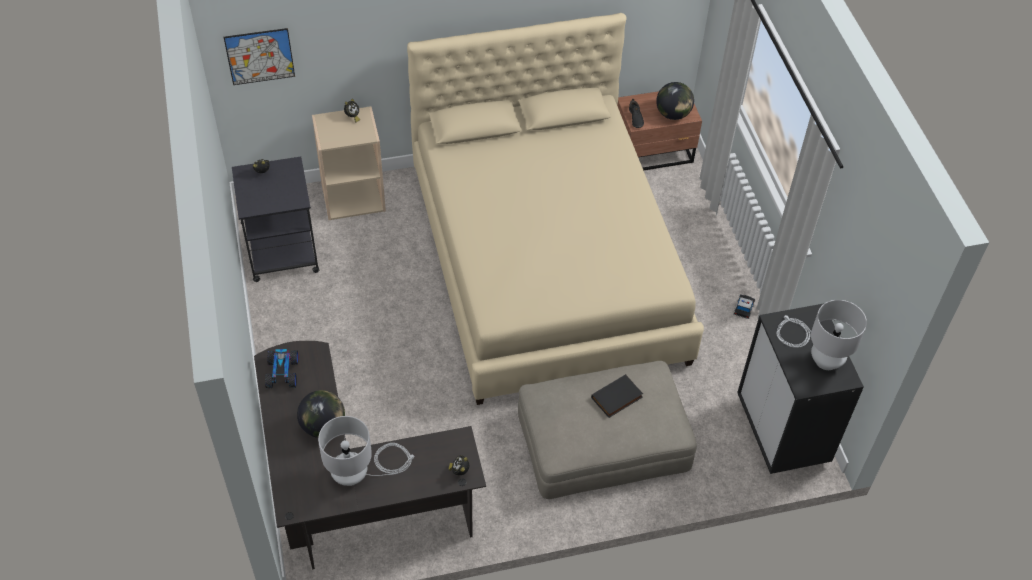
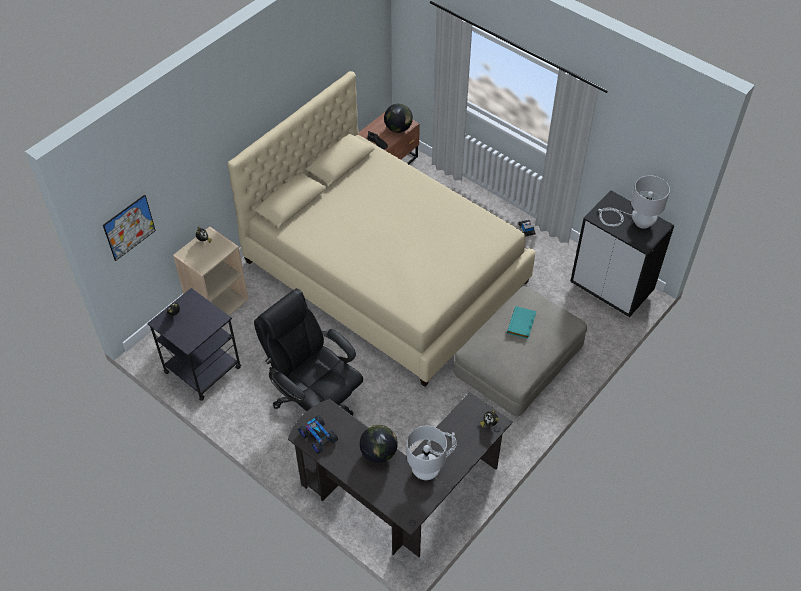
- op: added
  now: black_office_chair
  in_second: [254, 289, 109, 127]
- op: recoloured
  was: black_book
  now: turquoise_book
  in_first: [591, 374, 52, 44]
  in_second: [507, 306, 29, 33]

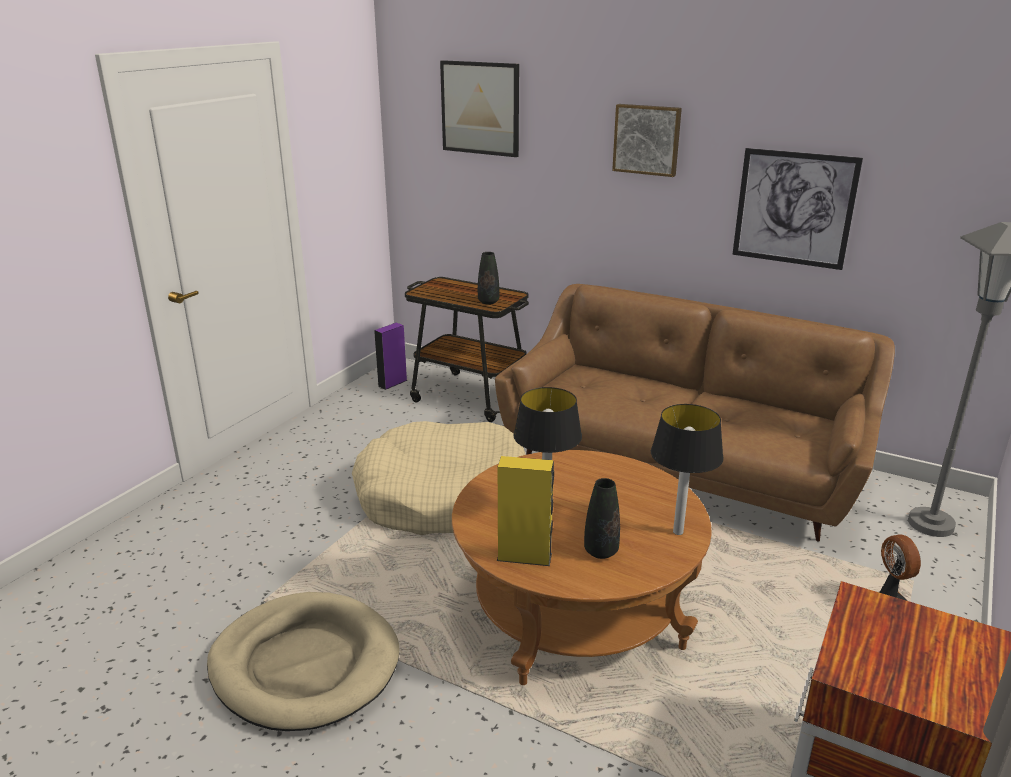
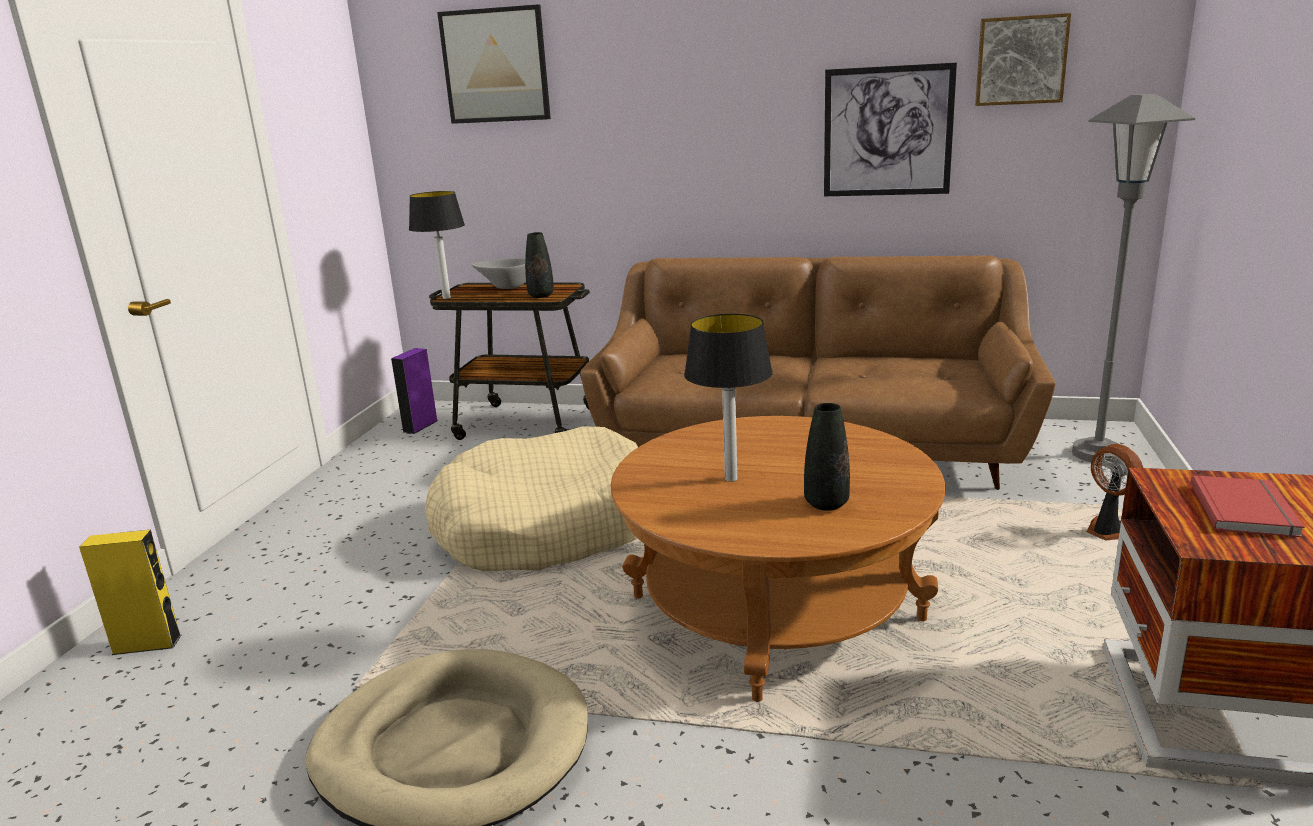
- op: added
  now: grey_bowl
  in_second: [471, 258, 55, 31]
- op: added
  now: red_book
  in_second: [1191, 475, 114, 62]
- op: moved
  was: yellow_speaker
  in_first: [497, 456, 57, 110]
  in_second: [79, 530, 102, 125]
- op: moved
  was: picture
  in_first: [612, 104, 70, 73]
  in_second: [975, 13, 96, 93]
- op: moved
  was: table_lamp
  in_first: [651, 404, 73, 131]
  in_second: [409, 191, 56, 108]

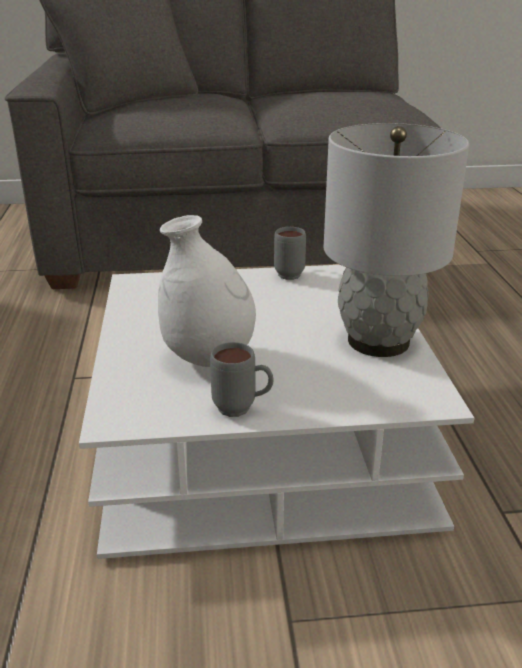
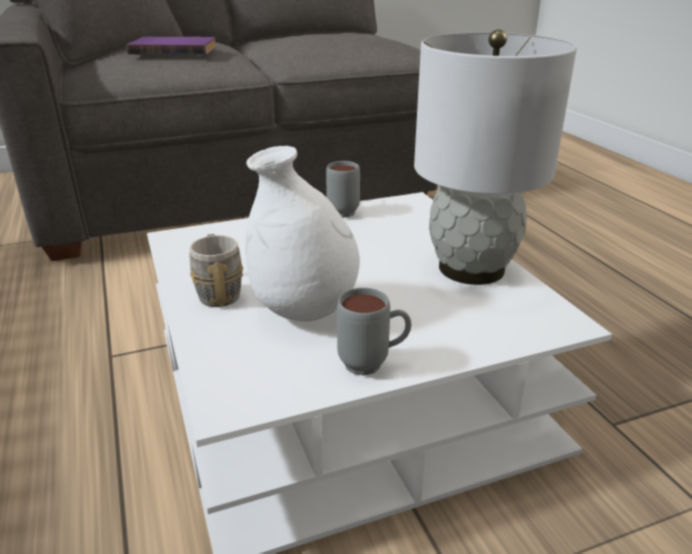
- op: added
  now: purple_book
  in_second: [126, 37, 91, 18]
- op: added
  now: grey_mug
  in_second: [190, 234, 53, 73]

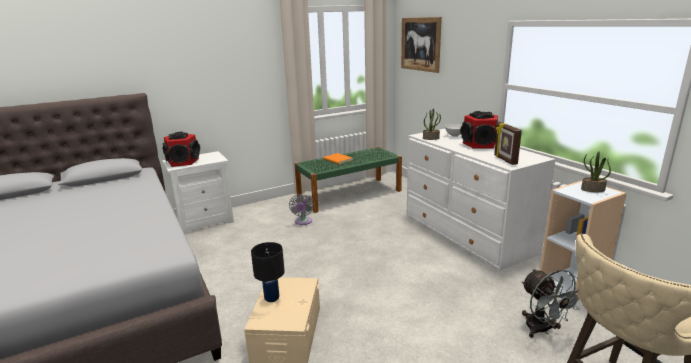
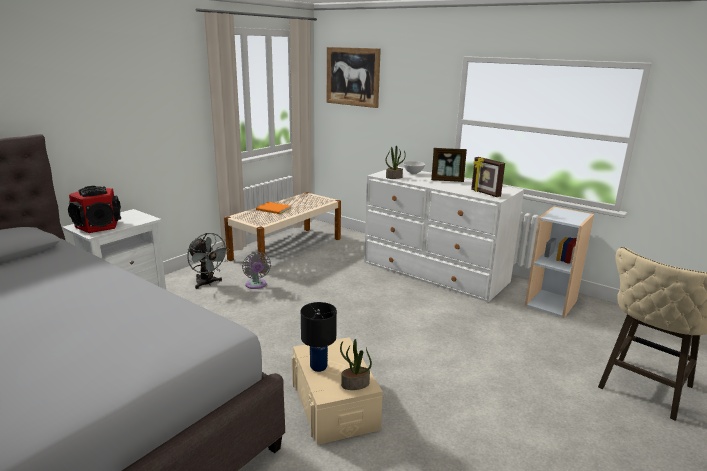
- op: moved
  was: grey_fan
  in_first: [522, 269, 59, 69]
  in_second: [187, 233, 43, 56]
- op: moved
  was: potted_plant
  in_first: [581, 151, 30, 41]
  in_second: [340, 339, 32, 51]
- op: replaced
  was: speaker
  now: picture_frame
  in_first: [460, 111, 41, 37]
  in_second: [431, 148, 36, 34]
- op: recoloured
  was: green_bench
  now: beige_bench
  in_first: [294, 147, 108, 66]
  in_second: [224, 192, 117, 82]

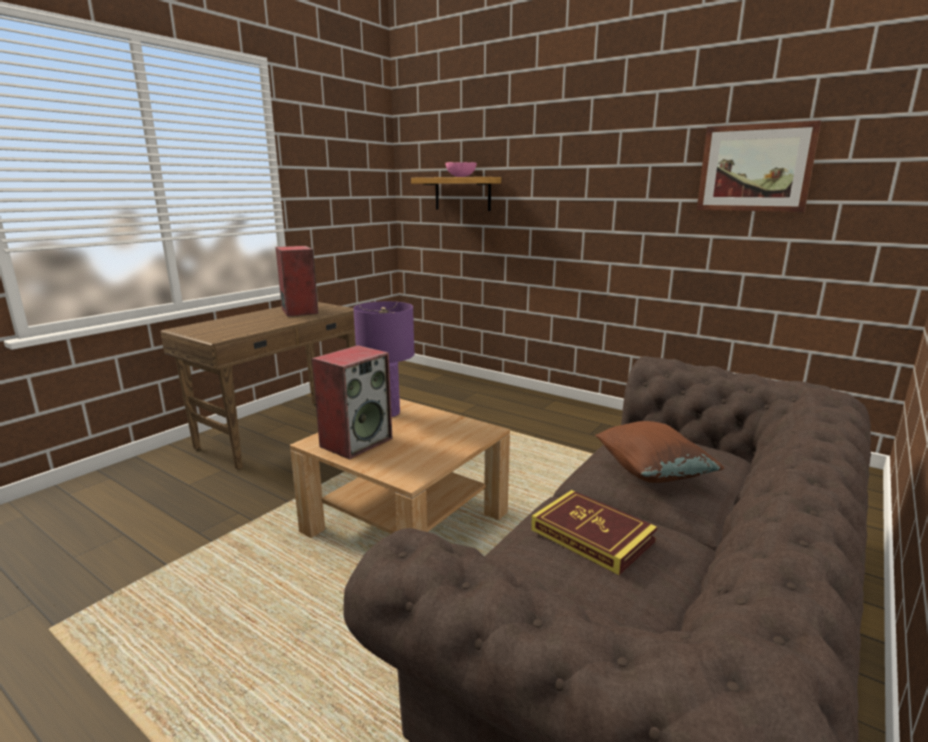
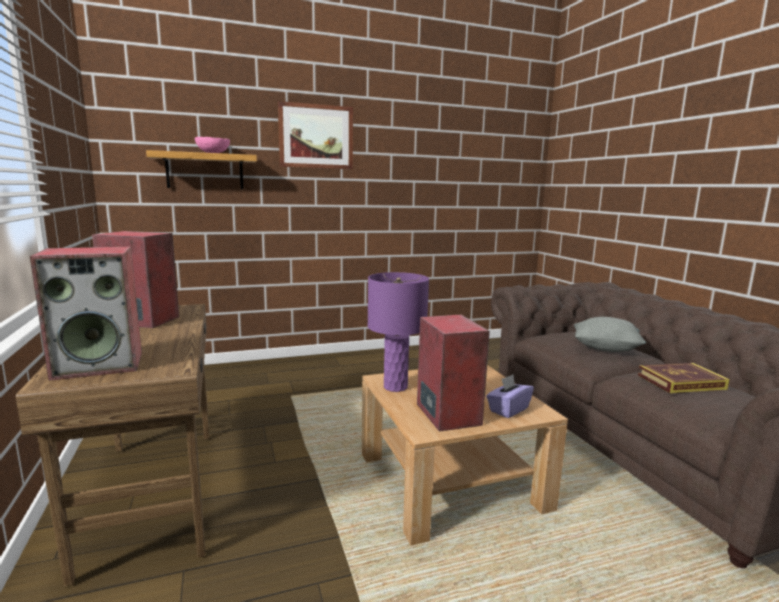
- op: added
  now: speaker
  in_second: [30, 247, 112, 134]
- op: added
  now: purple_tissue_box
  in_second: [486, 375, 48, 43]
- op: moved
  was: picture
  in_first: [697, 120, 124, 92]
  in_second: [278, 101, 75, 68]
- op: recoloured
  was: brown_pillow
  now: grey_pillow
  in_first: [595, 421, 129, 62]
  in_second: [574, 317, 72, 35]

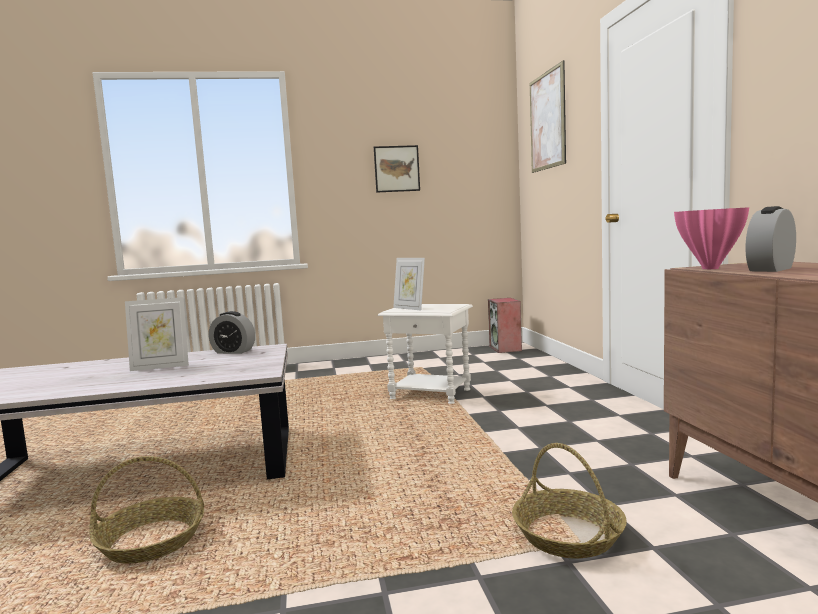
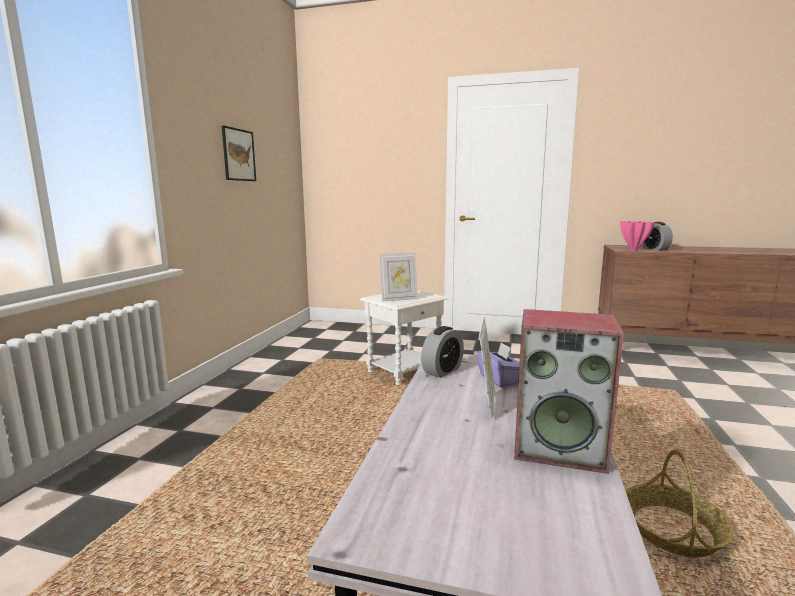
- op: removed
  was: basket
  in_first: [512, 443, 115, 115]
- op: removed
  was: picture
  in_first: [530, 60, 36, 113]
- op: added
  now: purple_tissue_box
  in_second: [477, 342, 43, 46]
- op: moved
  was: speaker
  in_first: [488, 298, 34, 55]
  in_second: [514, 309, 110, 165]

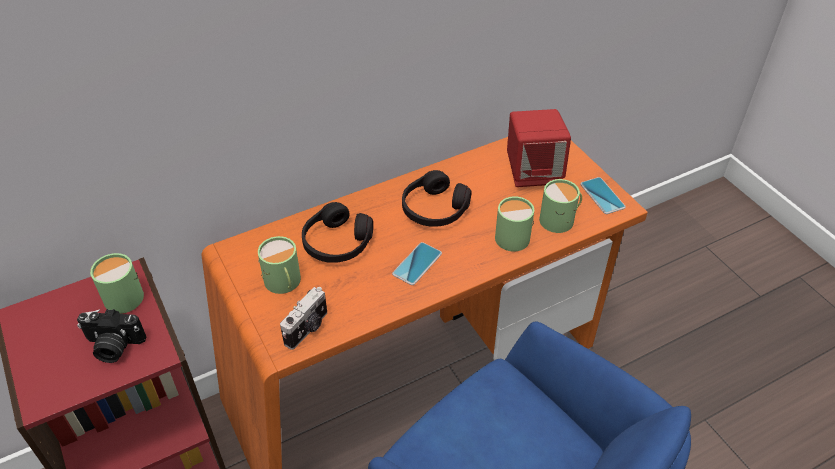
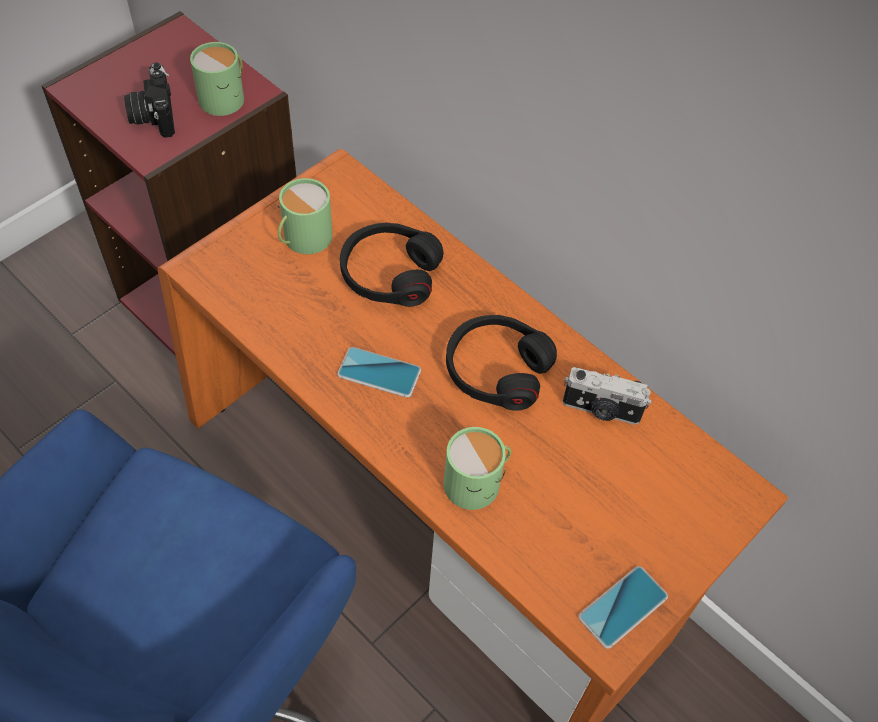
- op: removed
  was: red_speaker
  in_first: [507, 109, 64, 78]
- op: removed
  was: green_mug
  in_first: [539, 179, 43, 54]
- op: moved
  was: photo_camera
  in_first: [280, 287, 47, 63]
  in_second: [562, 367, 89, 58]

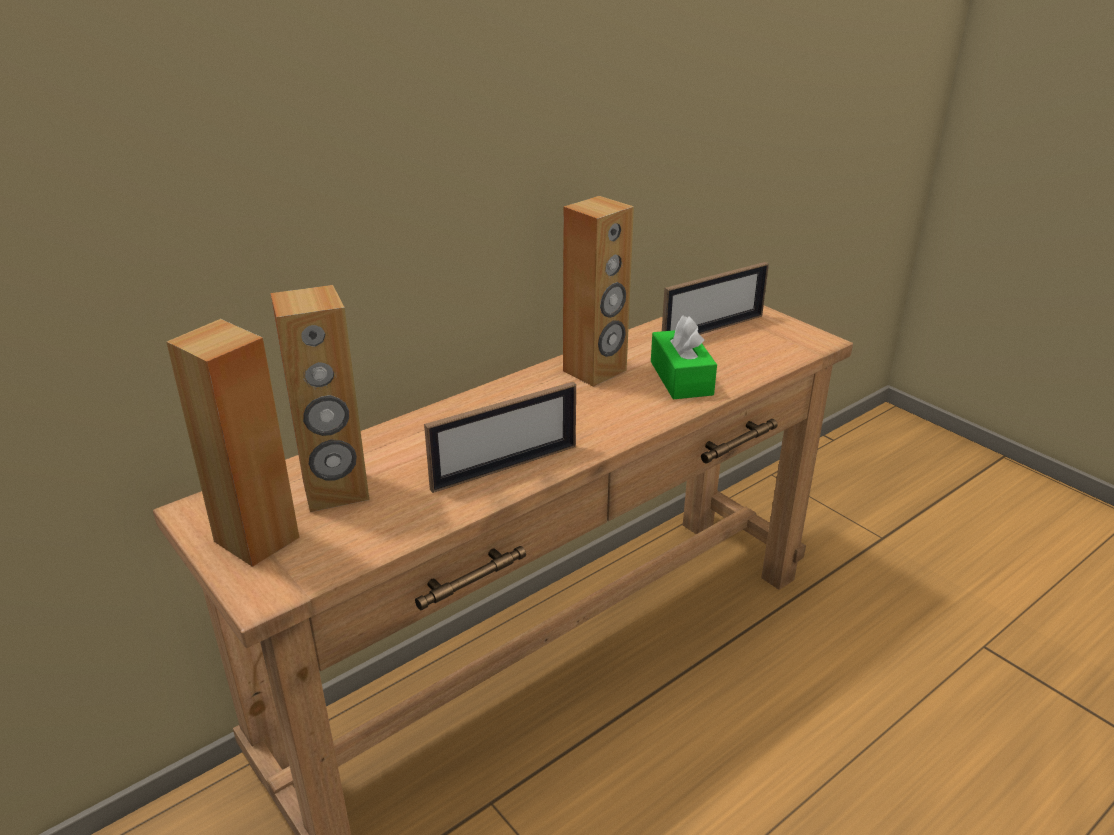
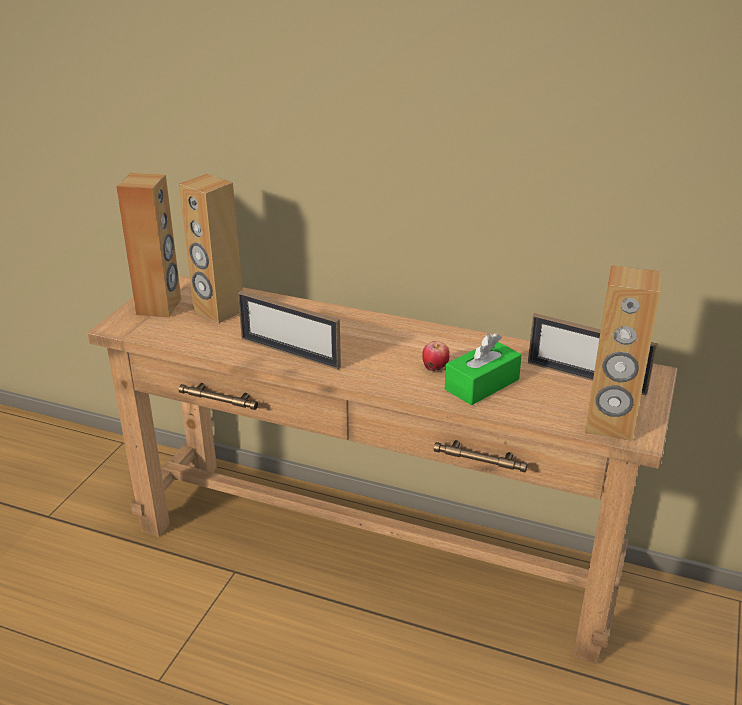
- op: added
  now: apple
  in_second: [422, 341, 27, 30]
- op: moved
  was: brown_speaker
  in_first: [563, 196, 71, 191]
  in_second: [585, 265, 76, 176]

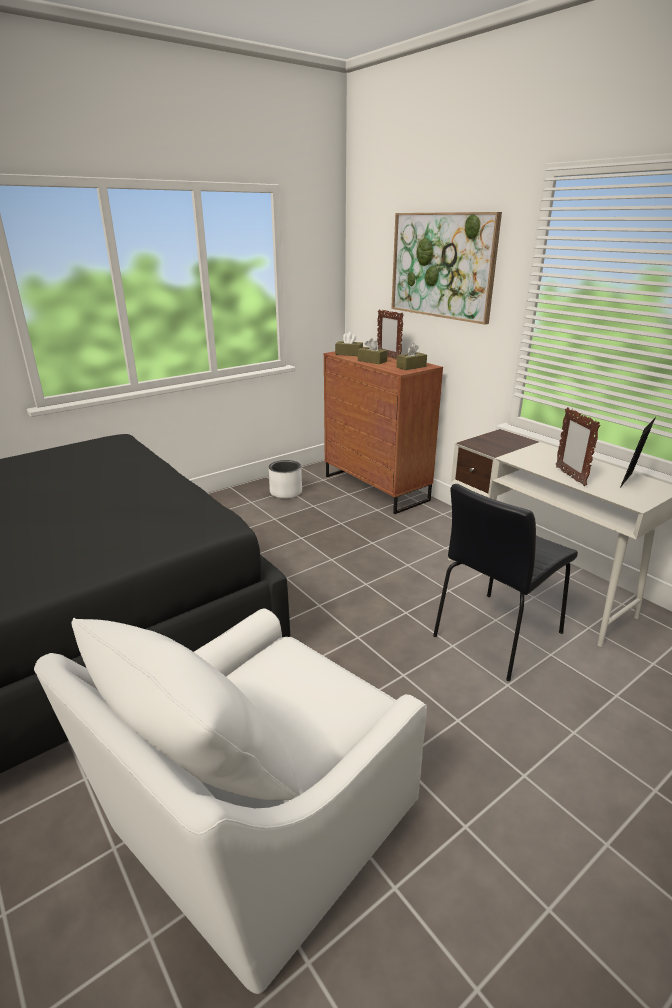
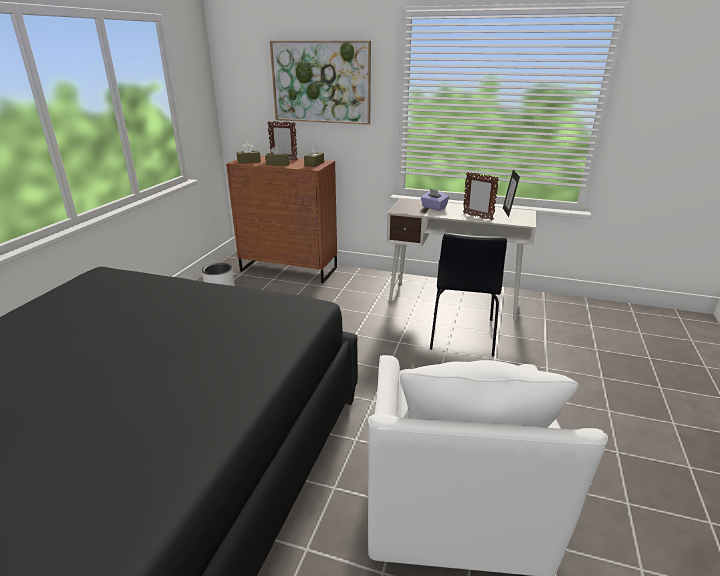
- op: added
  now: purple_tissue_box
  in_second: [421, 189, 28, 22]

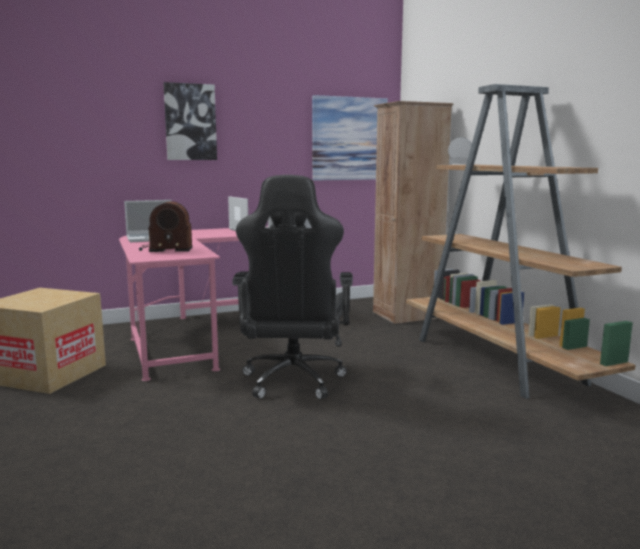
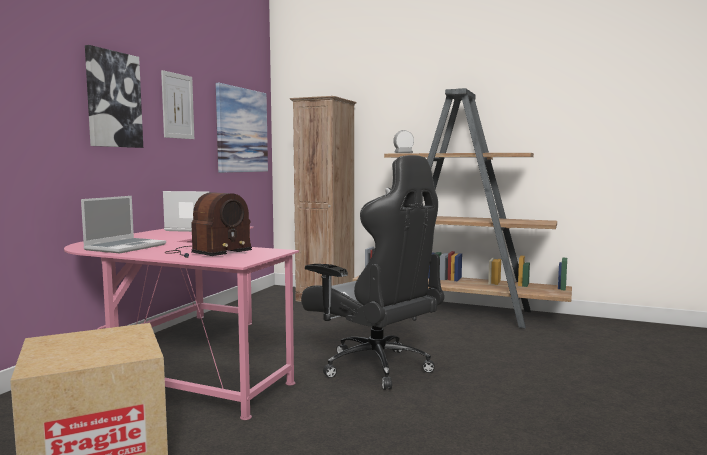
- op: added
  now: picture
  in_second: [161, 70, 33, 69]

